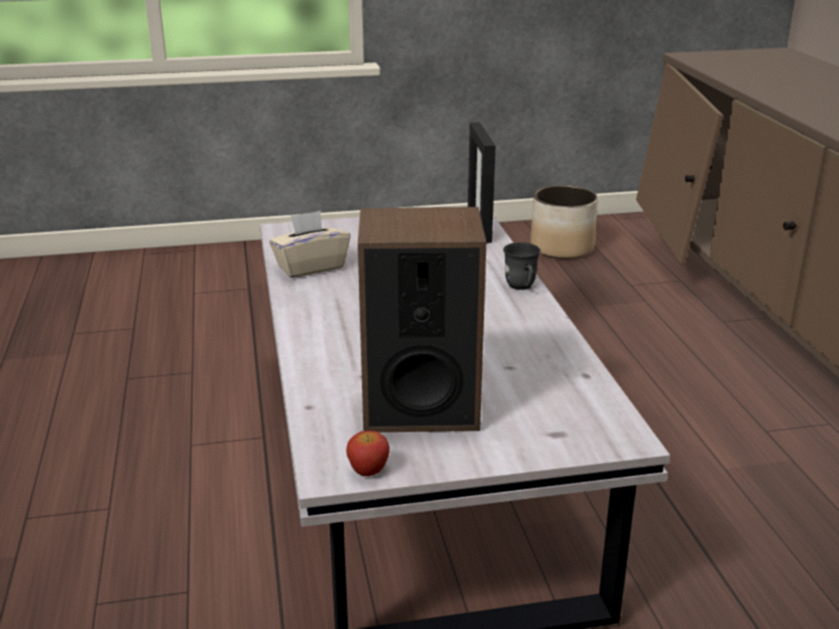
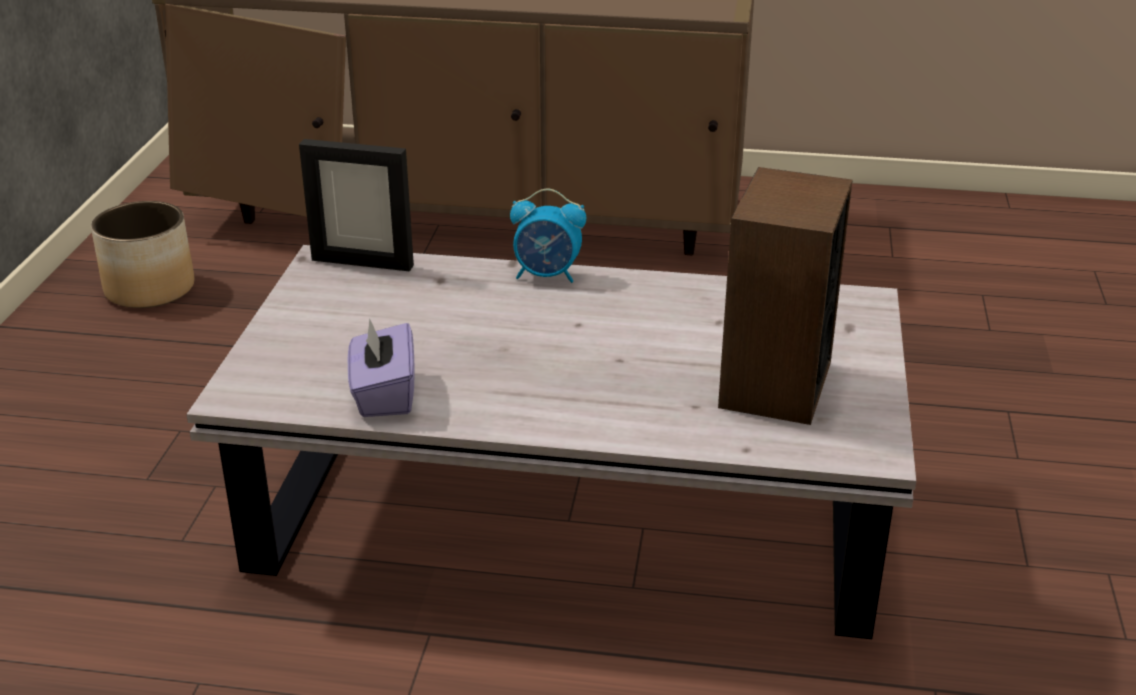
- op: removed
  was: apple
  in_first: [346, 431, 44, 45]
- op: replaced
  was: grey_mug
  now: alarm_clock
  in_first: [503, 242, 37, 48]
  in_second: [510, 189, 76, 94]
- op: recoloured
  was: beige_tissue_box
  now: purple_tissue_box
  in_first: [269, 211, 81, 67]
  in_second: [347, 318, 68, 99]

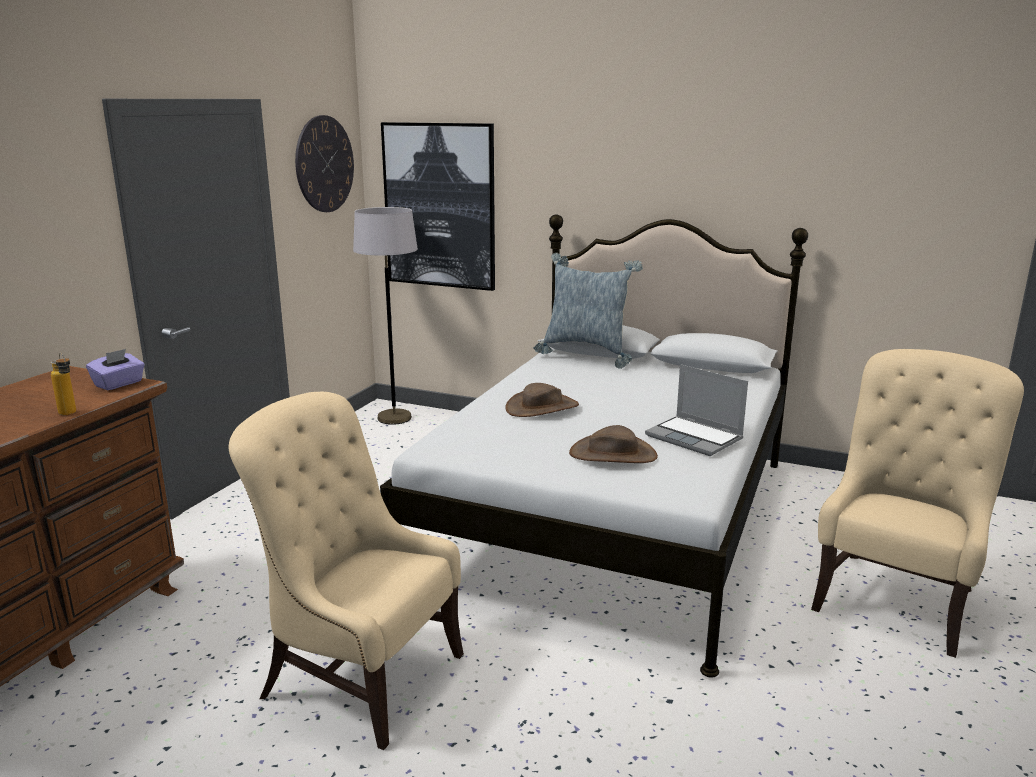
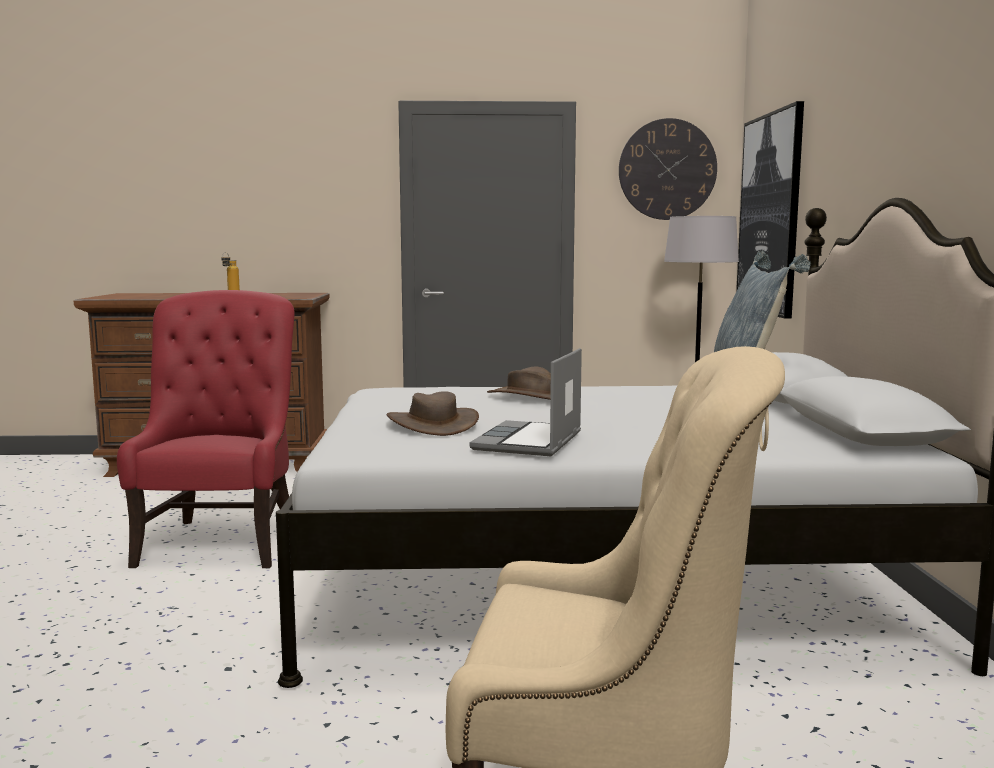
- op: removed
  was: purple_tissue_box
  in_first: [86, 349, 59, 41]
- op: recoloured
  was: beige_chair
  now: red_chair
  in_first: [229, 392, 235, 358]
  in_second: [117, 290, 178, 278]

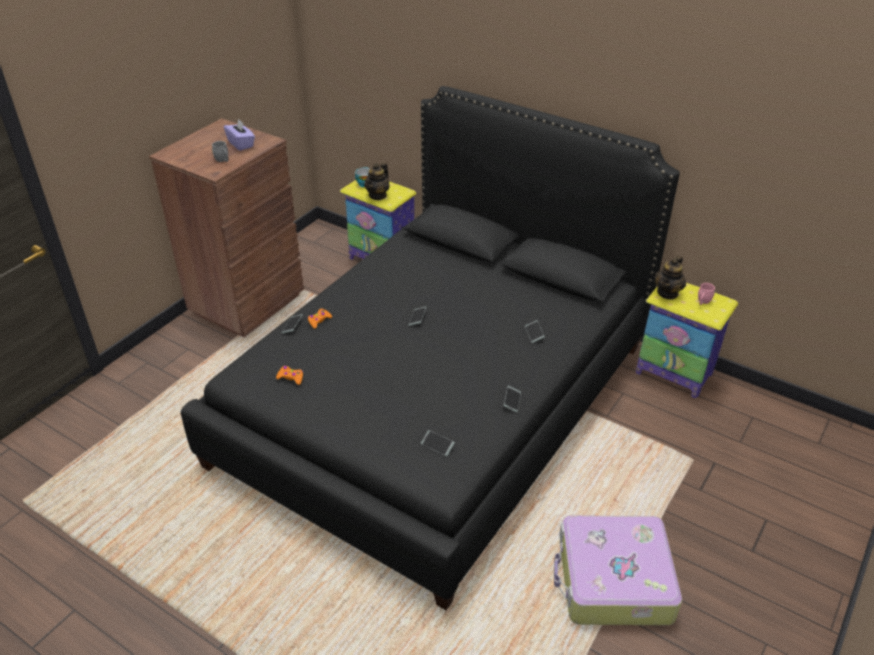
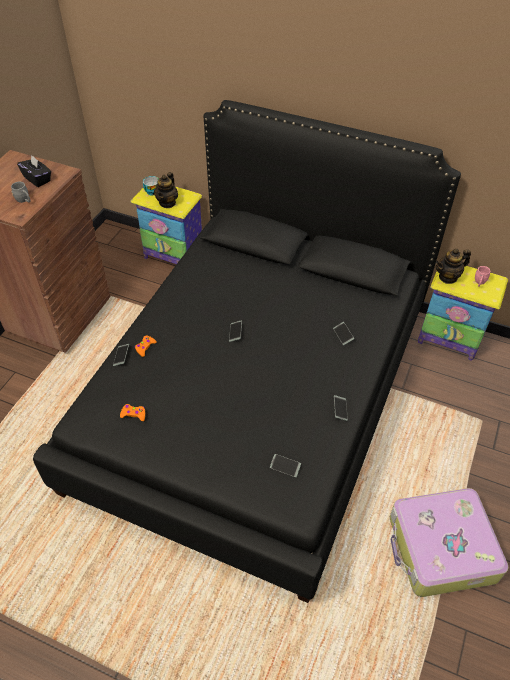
- op: recoloured
  was: purple_tissue_box
  now: black_tissue_box
  in_first: [224, 118, 31, 33]
  in_second: [17, 155, 34, 32]
- op: turned
  was: teapot
  in_first: [655, 256, 31, 44]
  in_second: [436, 249, 35, 35]
  clockwise: 45

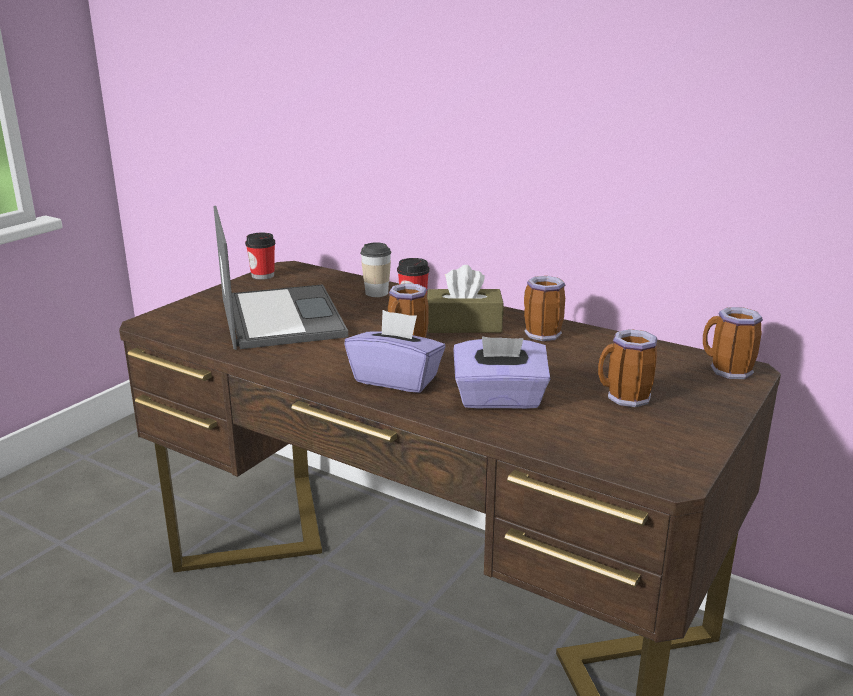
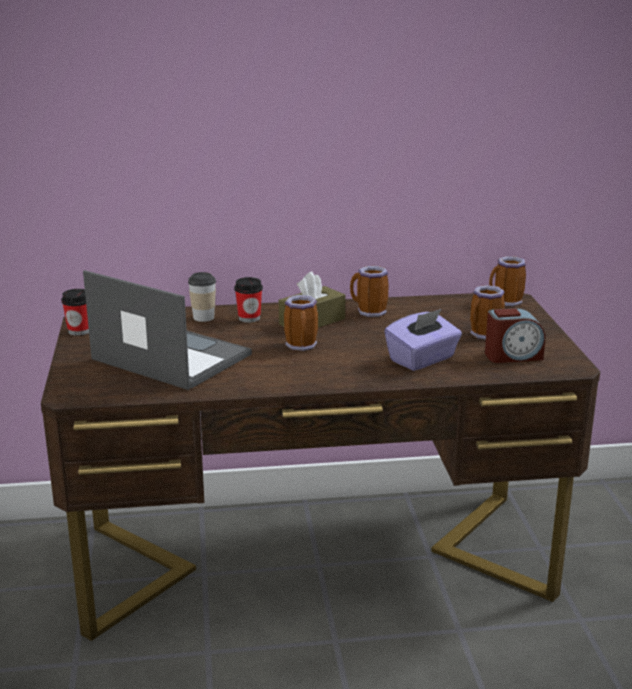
- op: removed
  was: purple_tissue_box
  in_first: [344, 310, 102, 83]
- op: added
  now: alarm_clock
  in_second: [485, 308, 60, 55]

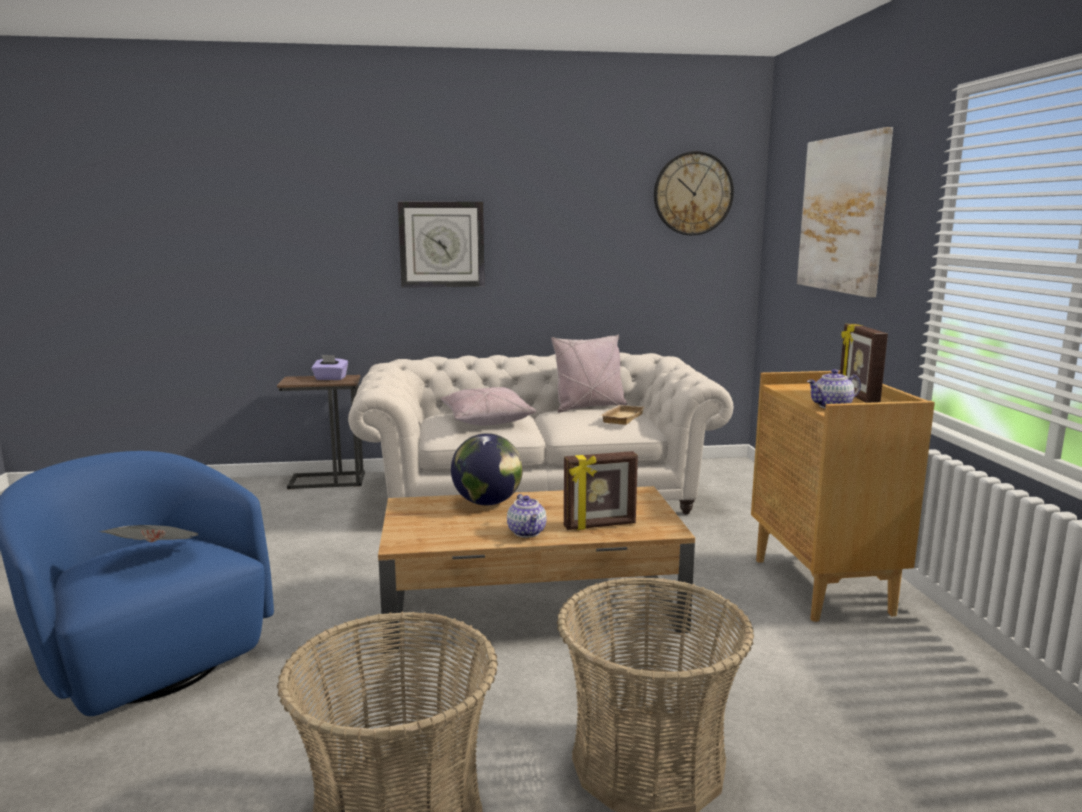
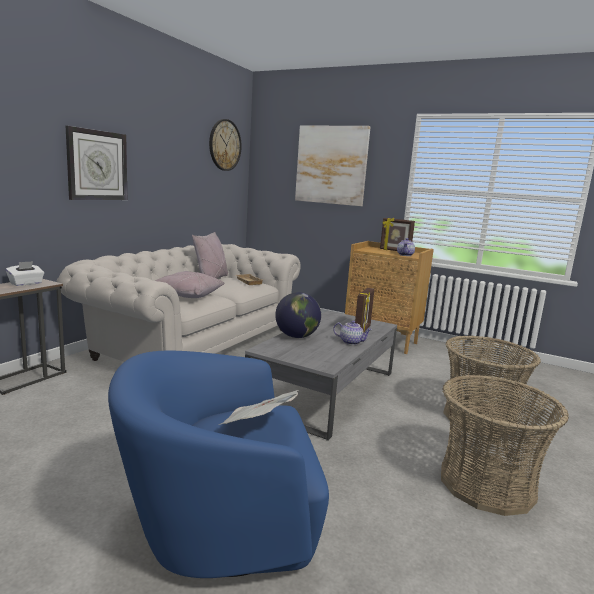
- op: recoloured
  was: purple_tissue_box
  now: white_tissue_box
  in_first: [311, 355, 37, 25]
  in_second: [6, 261, 38, 25]
- op: recoloured
  was: brown_coffee_table
  now: grey_coffee_table
  in_first: [378, 486, 317, 168]
  in_second: [245, 311, 152, 130]

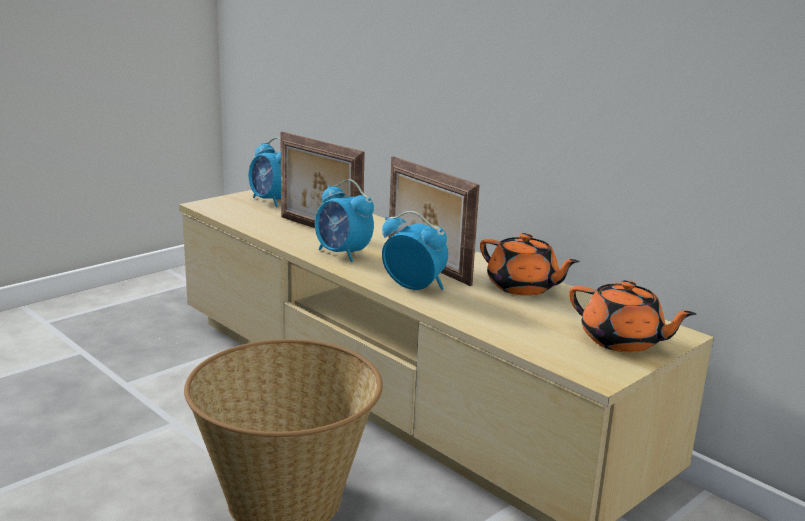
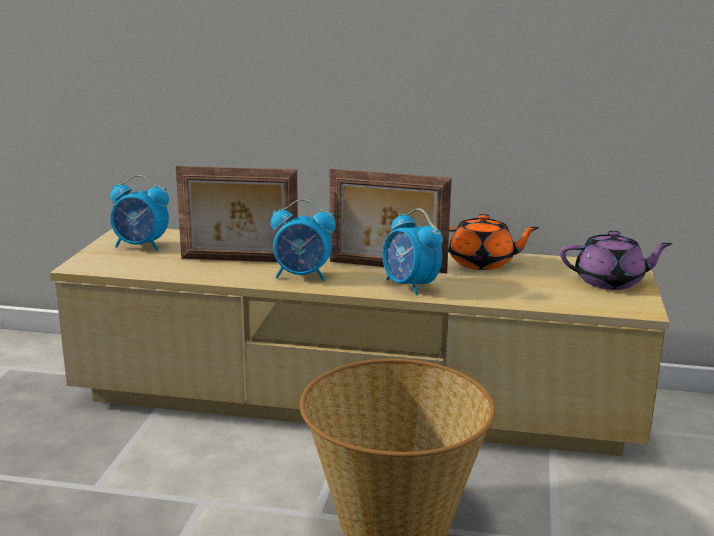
- op: recoloured
  was: orange_teapot
  now: purple_teapot
  in_first: [569, 280, 127, 72]
  in_second: [560, 230, 112, 60]
- op: turned
  was: alarm_clock
  in_first: [382, 211, 66, 79]
  in_second: [382, 208, 61, 87]
  clockwise: -120

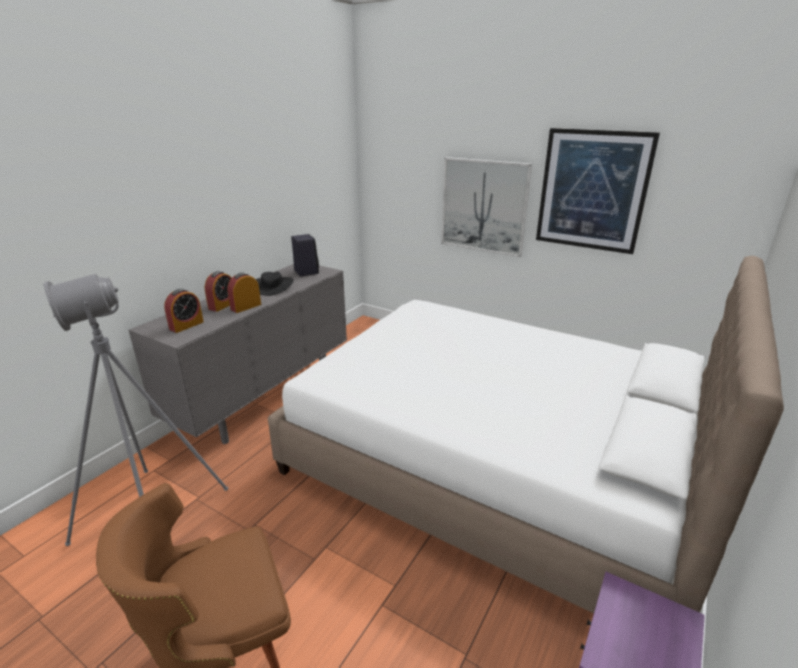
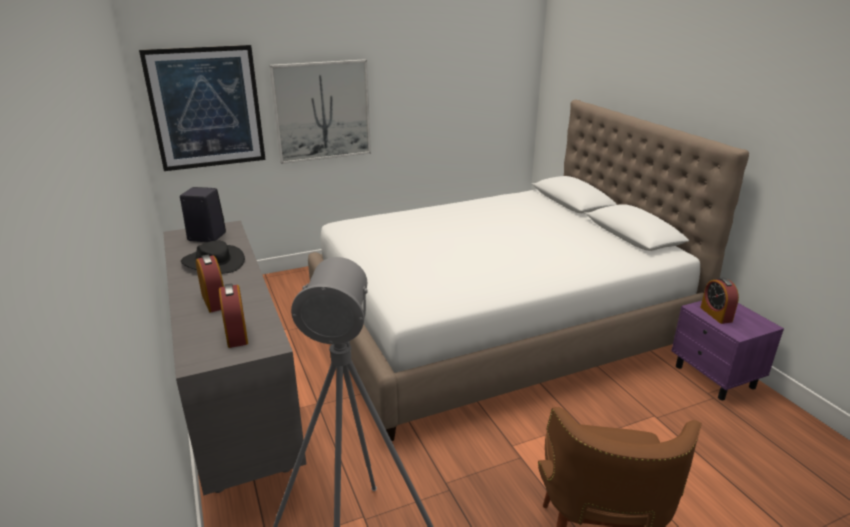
- op: moved
  was: alarm_clock
  in_first: [227, 273, 34, 40]
  in_second: [700, 277, 39, 47]
- op: moved
  was: picture
  in_first: [536, 128, 124, 126]
  in_second: [139, 45, 127, 126]

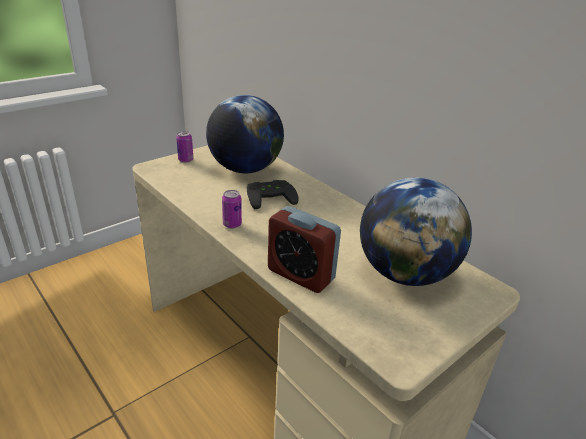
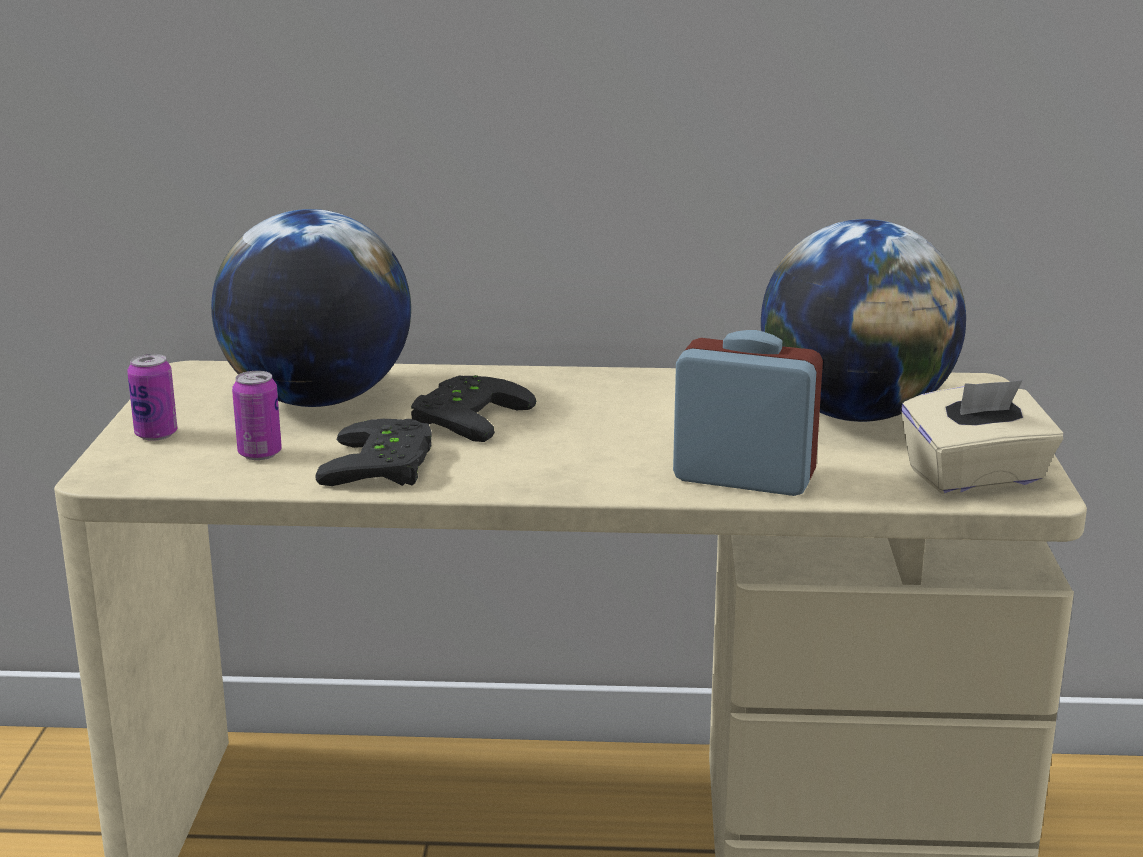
- op: added
  now: black_game_controller
  in_second: [316, 419, 116, 67]
- op: added
  now: beige_tissue_box
  in_second: [901, 380, 162, 114]
- op: moved
  was: can
  in_first: [222, 190, 20, 38]
  in_second: [232, 371, 50, 89]
- op: turned
  was: alarm_clock
  in_first: [268, 206, 73, 87]
  in_second: [673, 330, 150, 166]
  clockwise: -150

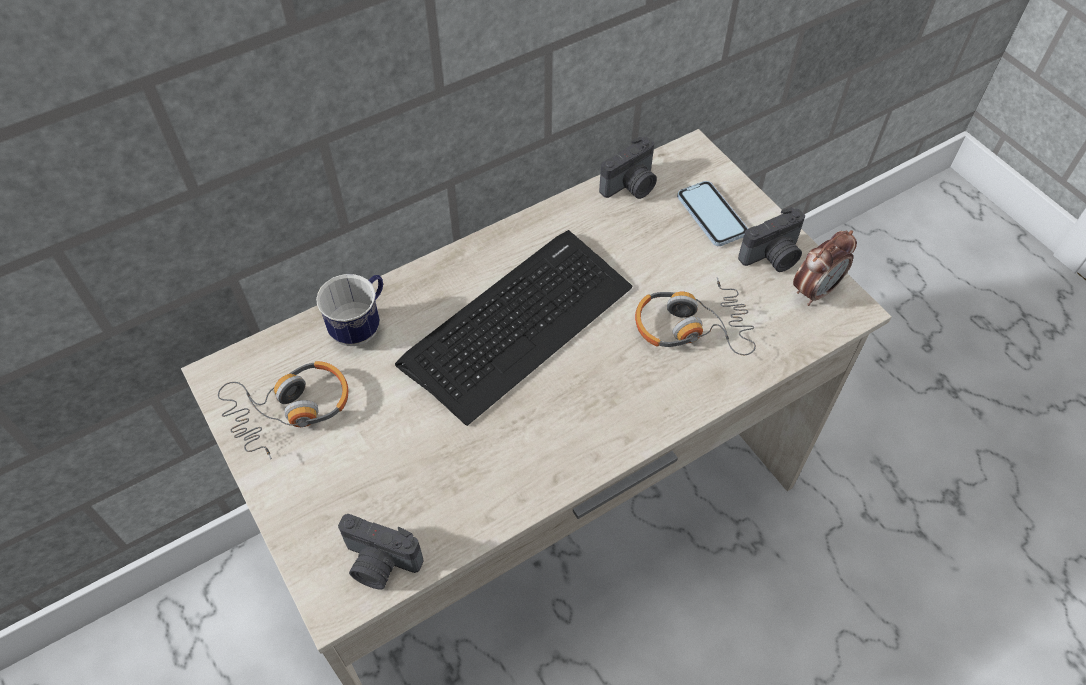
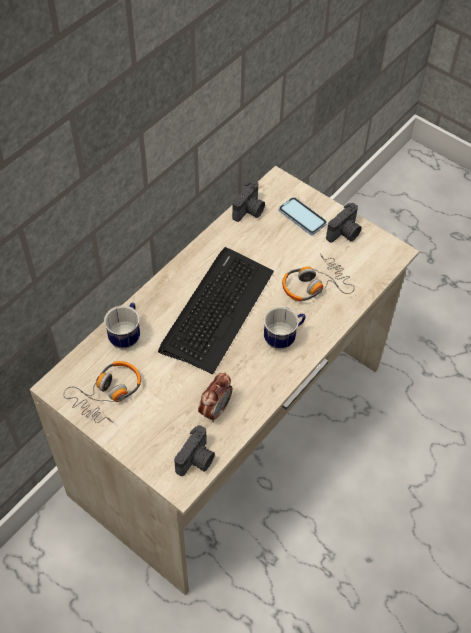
- op: added
  now: mug
  in_second: [264, 306, 42, 43]
- op: moved
  was: alarm_clock
  in_first: [793, 230, 64, 76]
  in_second: [198, 373, 34, 49]
- op: turned
  was: photo_camera
  in_first: [338, 514, 86, 76]
  in_second: [174, 425, 41, 51]
  clockwise: -60

